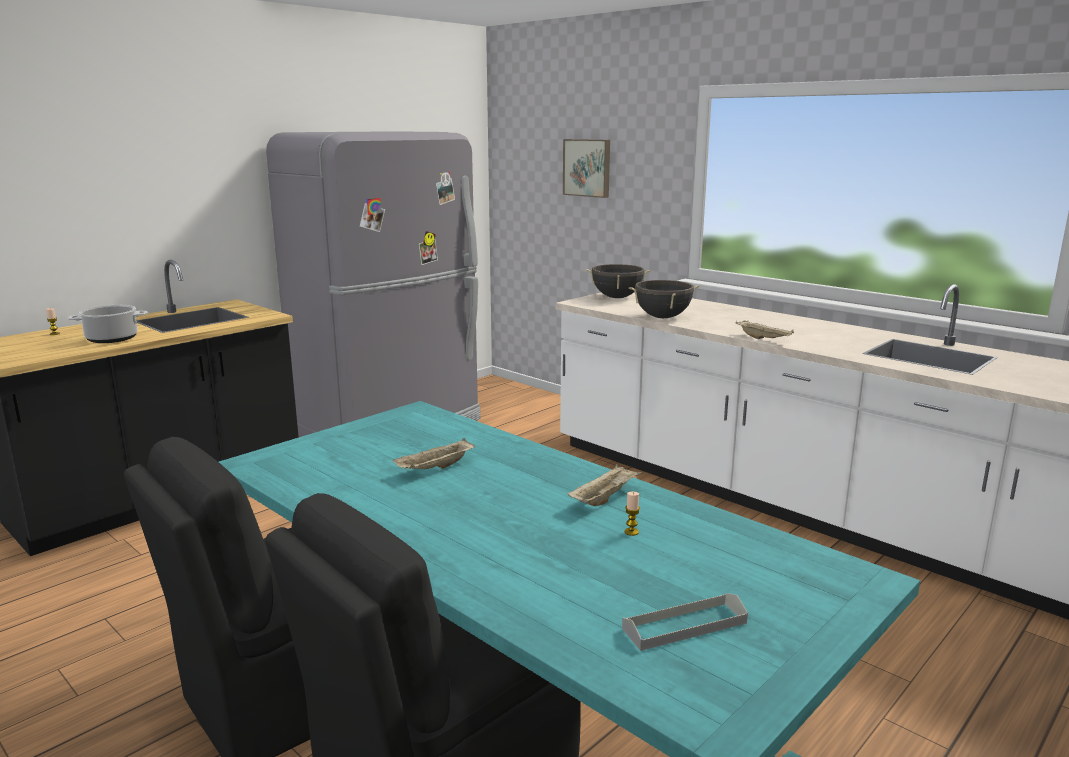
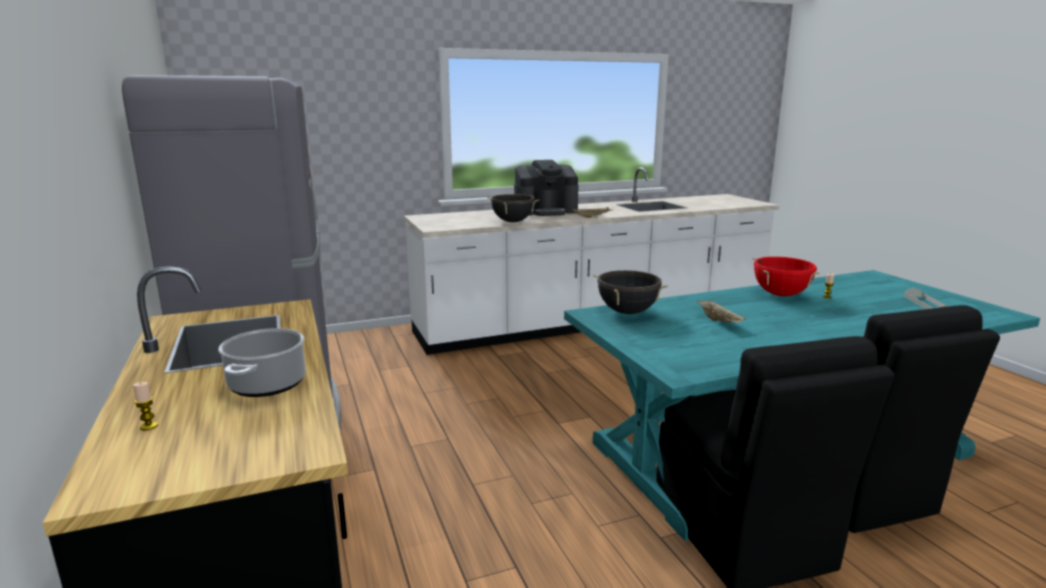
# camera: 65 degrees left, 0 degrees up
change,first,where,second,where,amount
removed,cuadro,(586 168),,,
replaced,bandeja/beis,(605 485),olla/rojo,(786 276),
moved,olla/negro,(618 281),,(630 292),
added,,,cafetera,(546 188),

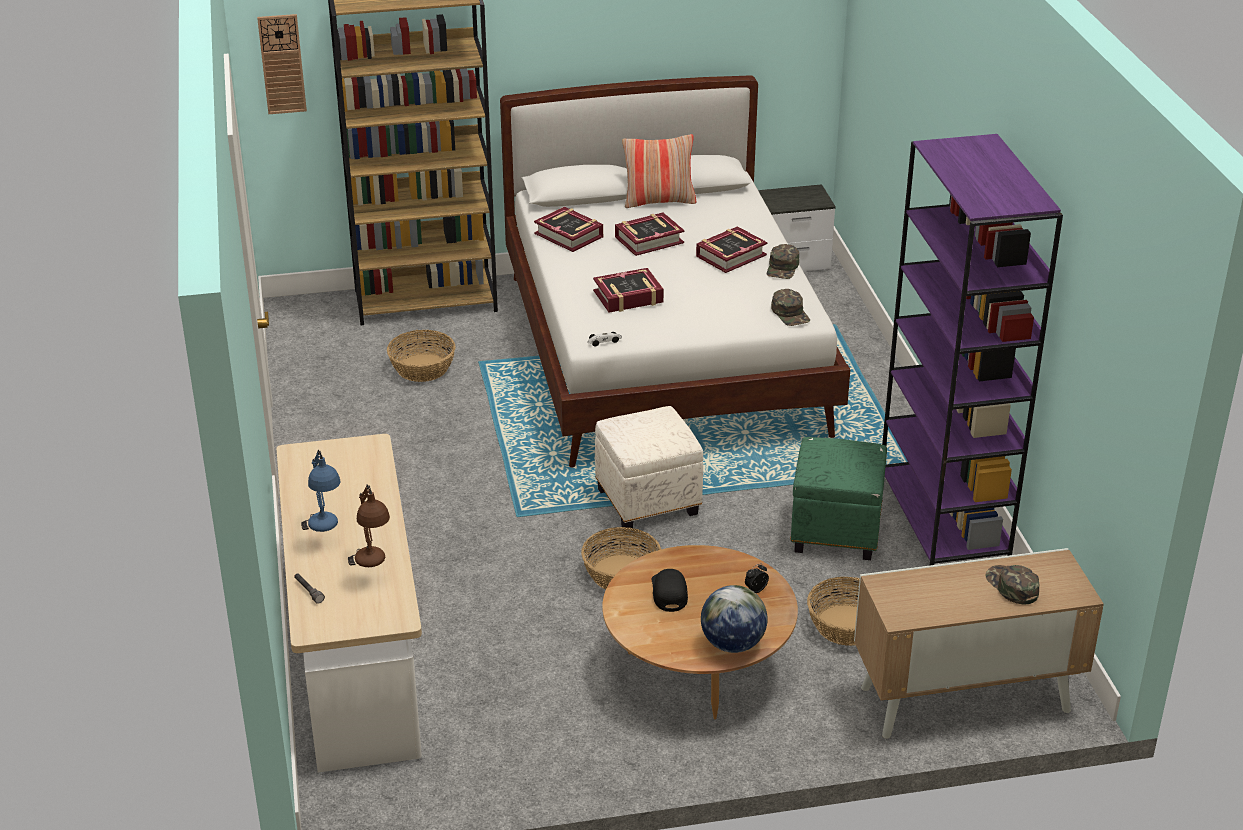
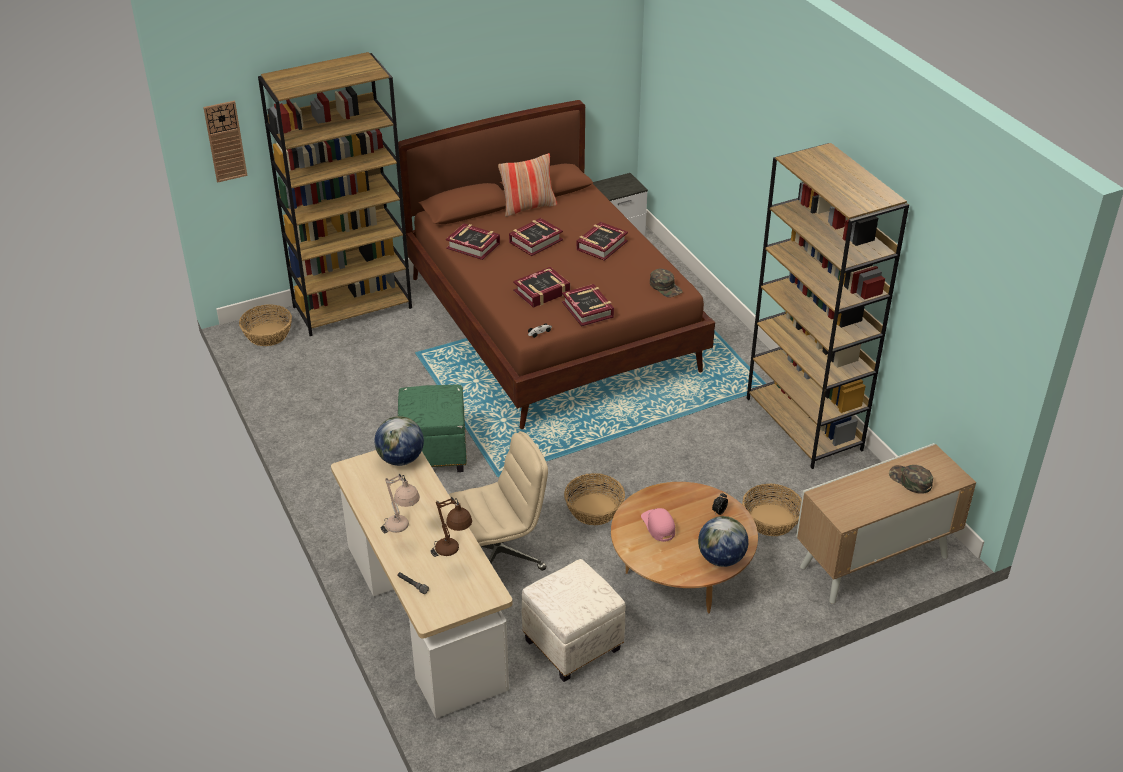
# camera: 15 degrees left, 5 degrees up
change,first,where,second,where,amount
recoloured,lámpara de mesa/azul,(320 491),lámpara de mesa/beis,(400 504),
moved,cesta,(421 356),,(265 325),
recoloured,cama/blanco,(675 271),cama/marrón,(556 264),
moved,puf/blanco,(649 468),,(574 620),
recoloured,gorra/negro,(670 590),gorra/rosa,(658 525),
removed,gorra/verde,(783 261),,,
moved,puf/verde,(838 498),,(432 428),
recoloured,estantería/morado,(972 350),estantería/marrón,(828 306),
added,,,globo terráqueo,(399 441),
added,,,silla de oficina/beis,(498 501),
added,,,libro,(588 305),

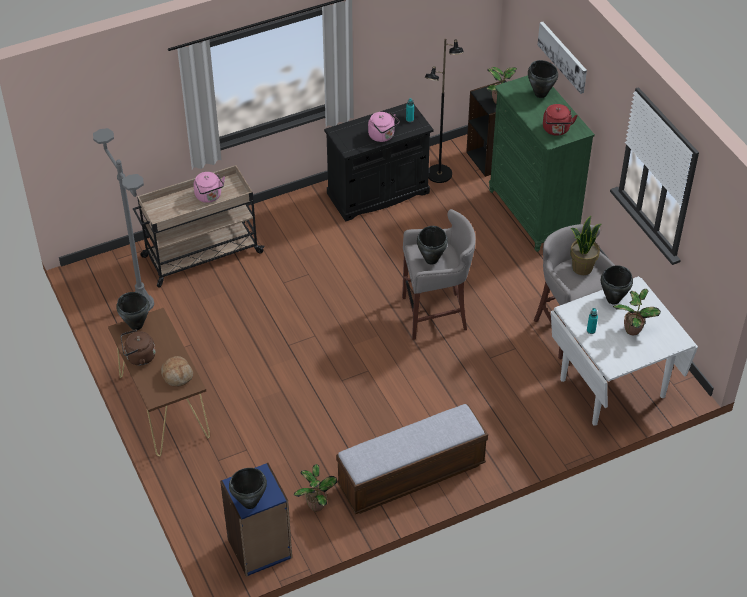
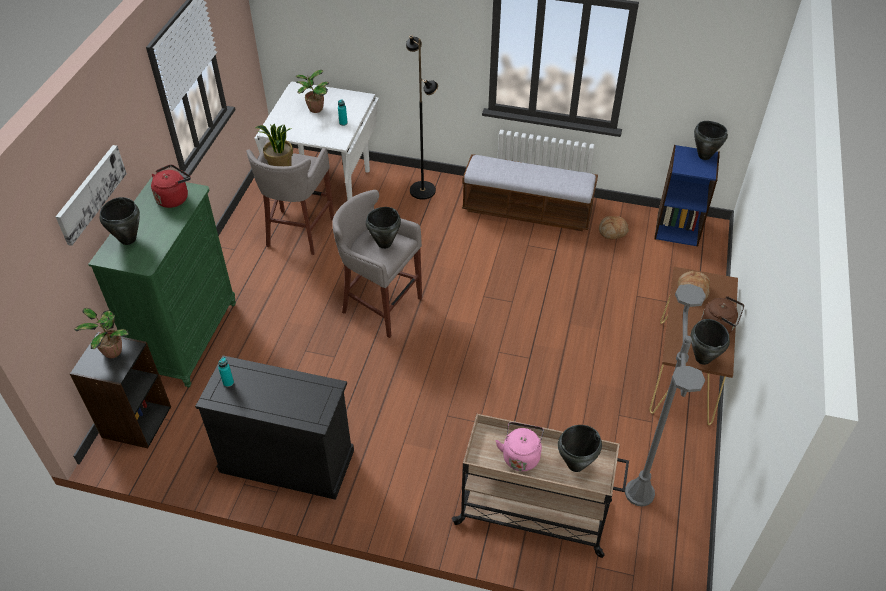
# camera: 140 degrees left, 0 degrees up
change,first,where,second,where,amount
replaced,planta en maceta,(315 487),pan,(614 228),
removed,hervidor/rosa,(384 127),,,
moved,lámpara de pie/negro,(444 111),,(422 117),
moved,olla/negro,(617 285),,(580 448),

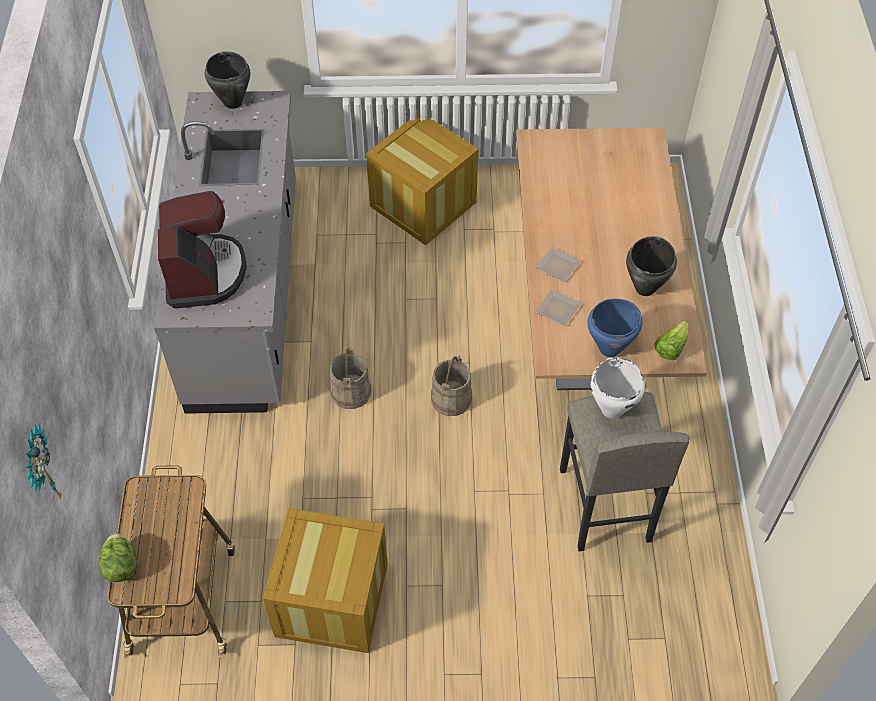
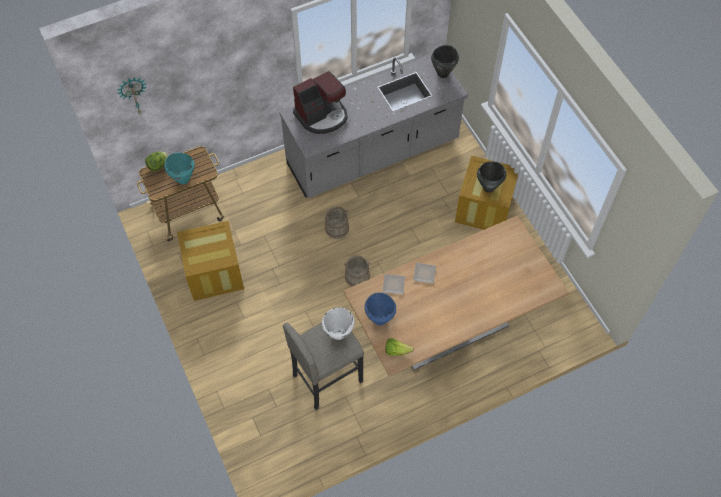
# camera: 65 degrees right, 5 degrees up
change,first,where,second,where,amount
moved,olla/negro,(651 266),,(491 177),
added,,,olla/turquesa,(179 169),

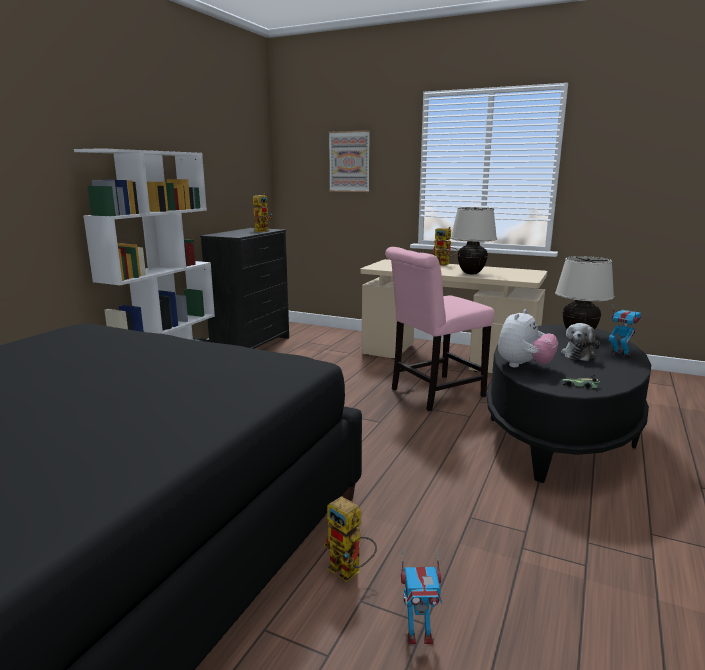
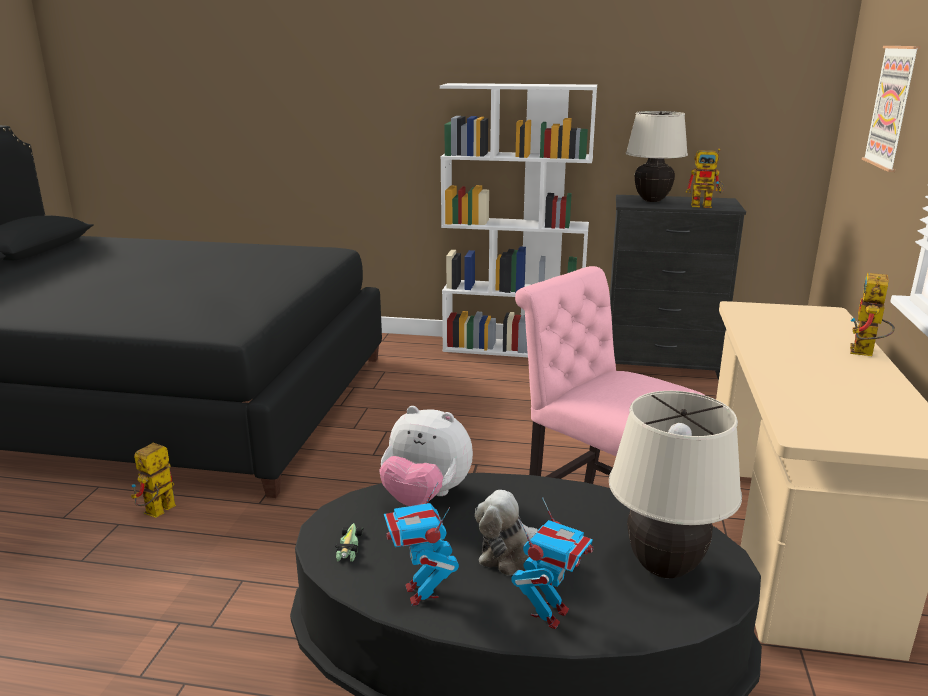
# camera: 75 degrees right, 5 degrees up
change,first,where,second,where,amount
moved,robot de juguete,(421 596),,(421 544),
moved,lámpara de mesa/beis,(474 240),,(657 156),

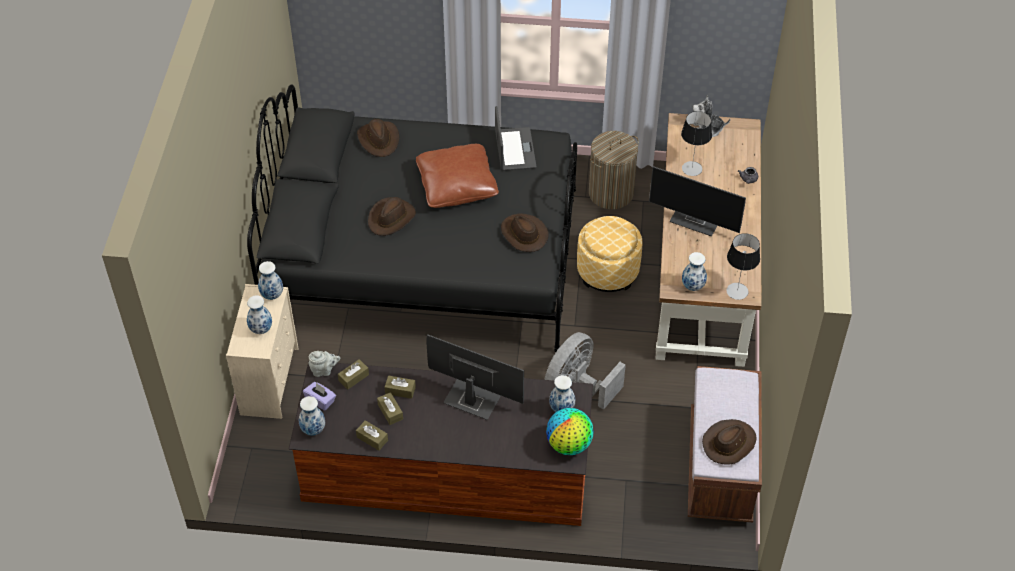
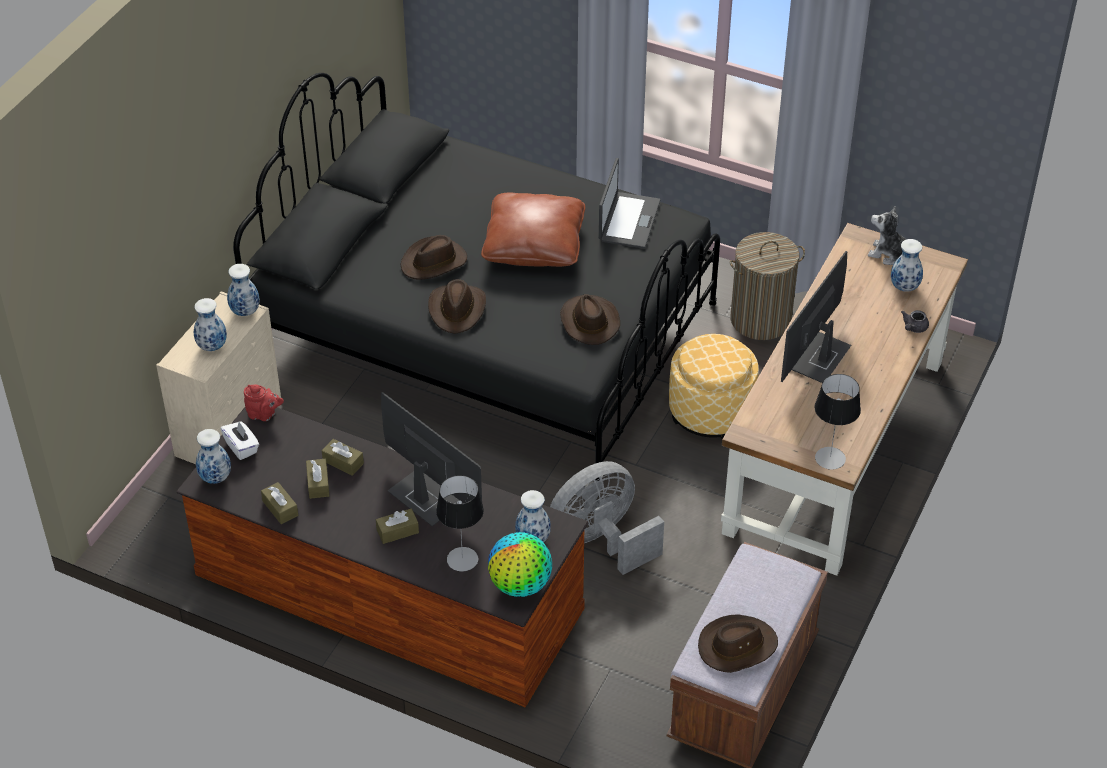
# camera: 20 degrees right, 5 degrees down
change,first,where,second,where,amount
recoloured,caja de pañuelos/morado,(319 396),caja de pañuelos/blanco,(240 440),
recoloured,tetera/gris,(325 364),tetera/rojo,(264 402),
moved,caja de pañuelos/marrón,(353 374),,(397 526),
moved,sombrero/marrón,(378 138),,(457 306),
turned,monitor,(697 201),,(816 317),75 degrees clockwise
moved,lámpara de mesa,(696 143),,(460 523),
moved,florero,(694 271),,(907 265),

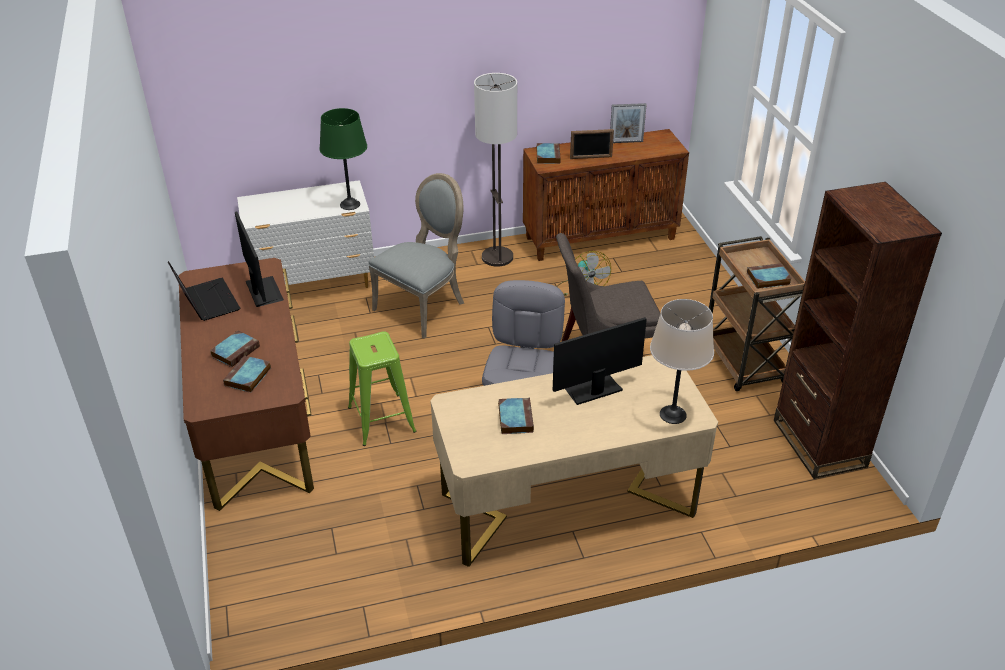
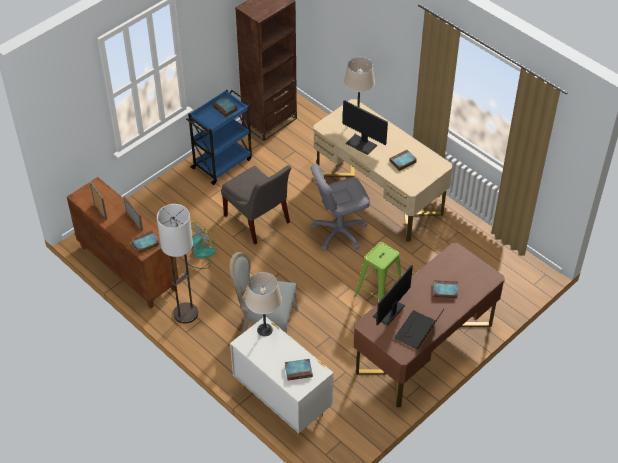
# camera: 120 degrees left, 10 degrees up
change,first,where,second,where,amount
moved,libro,(247 374),,(299 370),
recoloured,lámpara de mesa/verde,(343 159),lámpara de mesa/beis,(263 304),
recoloured,carrito/marrón,(757 313),carrito/azul,(219 137),

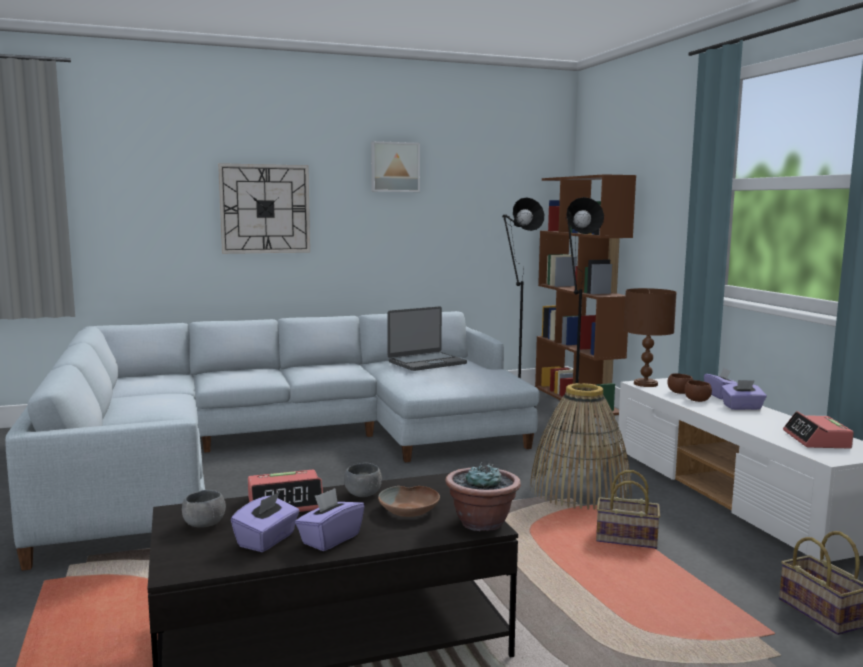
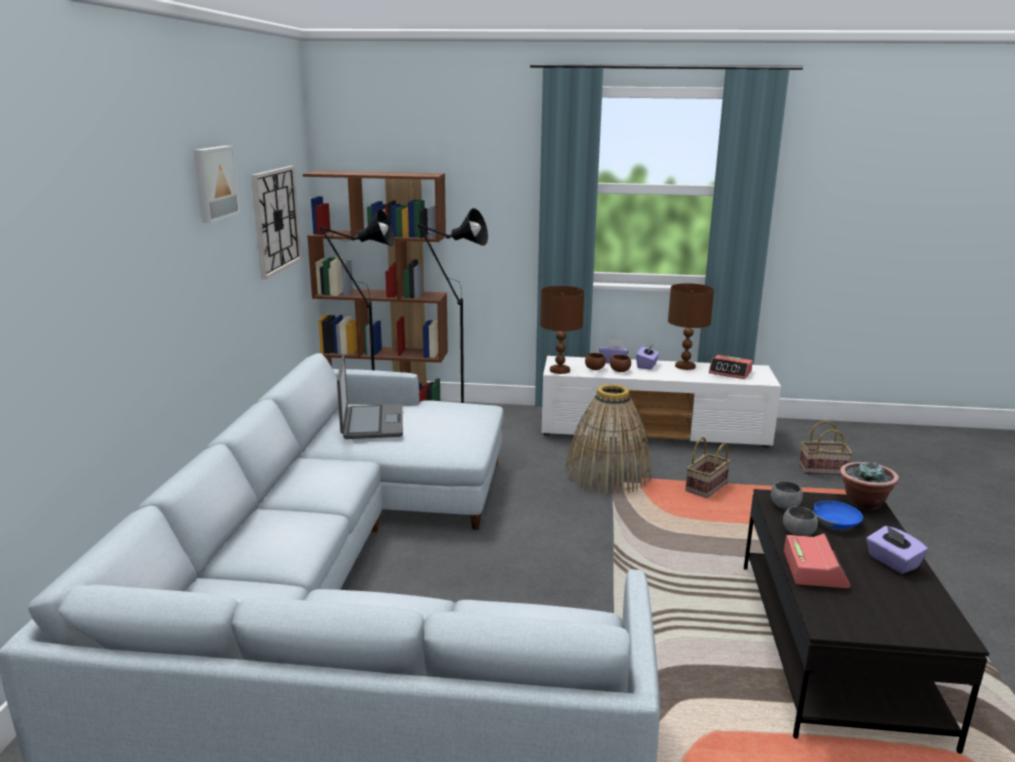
# camera: 65 degrees left, 10 degrees up
change,first,where,second,where,amount
moved,cuenco/gris,(204 509),,(787 495),
moved,reloj de pared,(264 208),,(276 222),
removed,caja de pañuelos/morado,(265 522),,,
recoloured,cuenco/marrón,(409 501),cuenco/azul,(838 515),
added,,,lámpara de mesa/marrón,(691 326),

